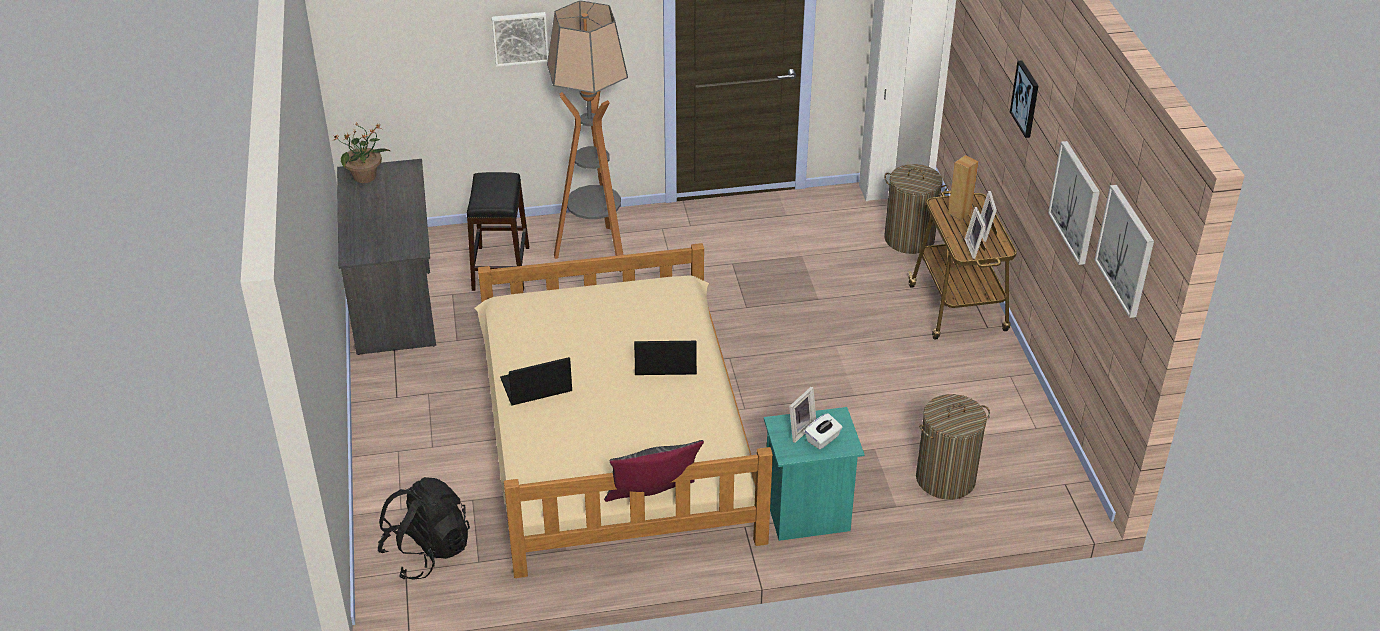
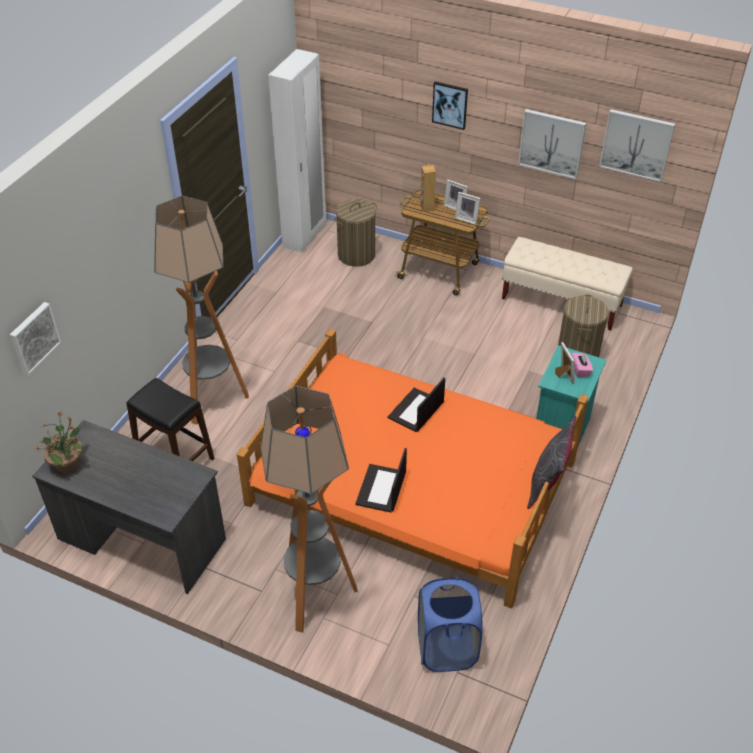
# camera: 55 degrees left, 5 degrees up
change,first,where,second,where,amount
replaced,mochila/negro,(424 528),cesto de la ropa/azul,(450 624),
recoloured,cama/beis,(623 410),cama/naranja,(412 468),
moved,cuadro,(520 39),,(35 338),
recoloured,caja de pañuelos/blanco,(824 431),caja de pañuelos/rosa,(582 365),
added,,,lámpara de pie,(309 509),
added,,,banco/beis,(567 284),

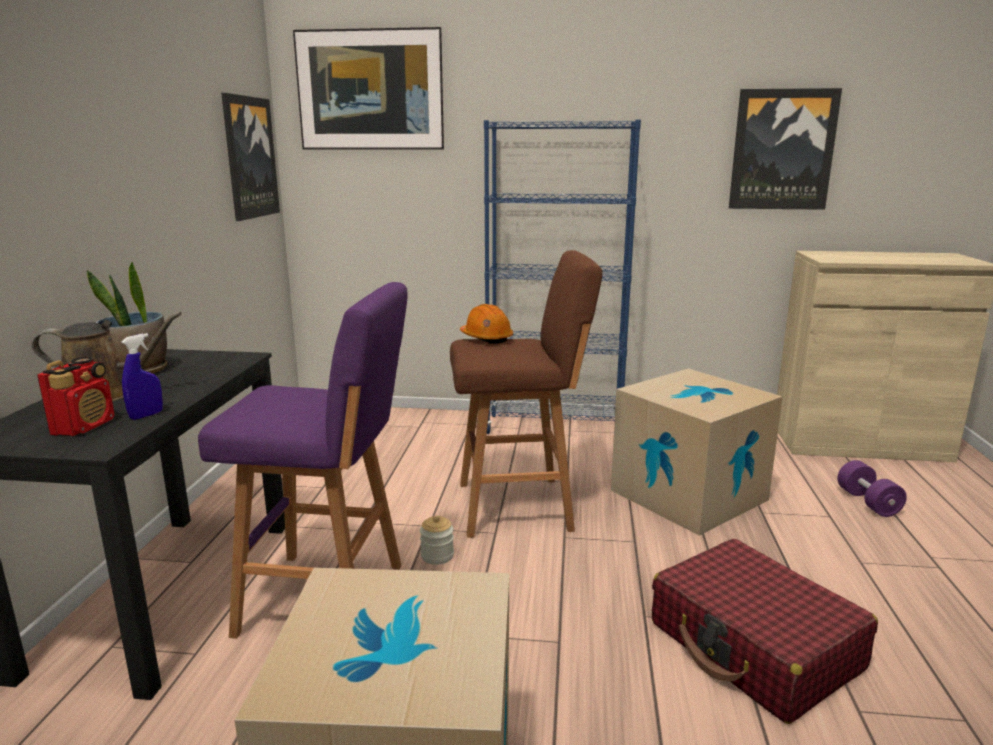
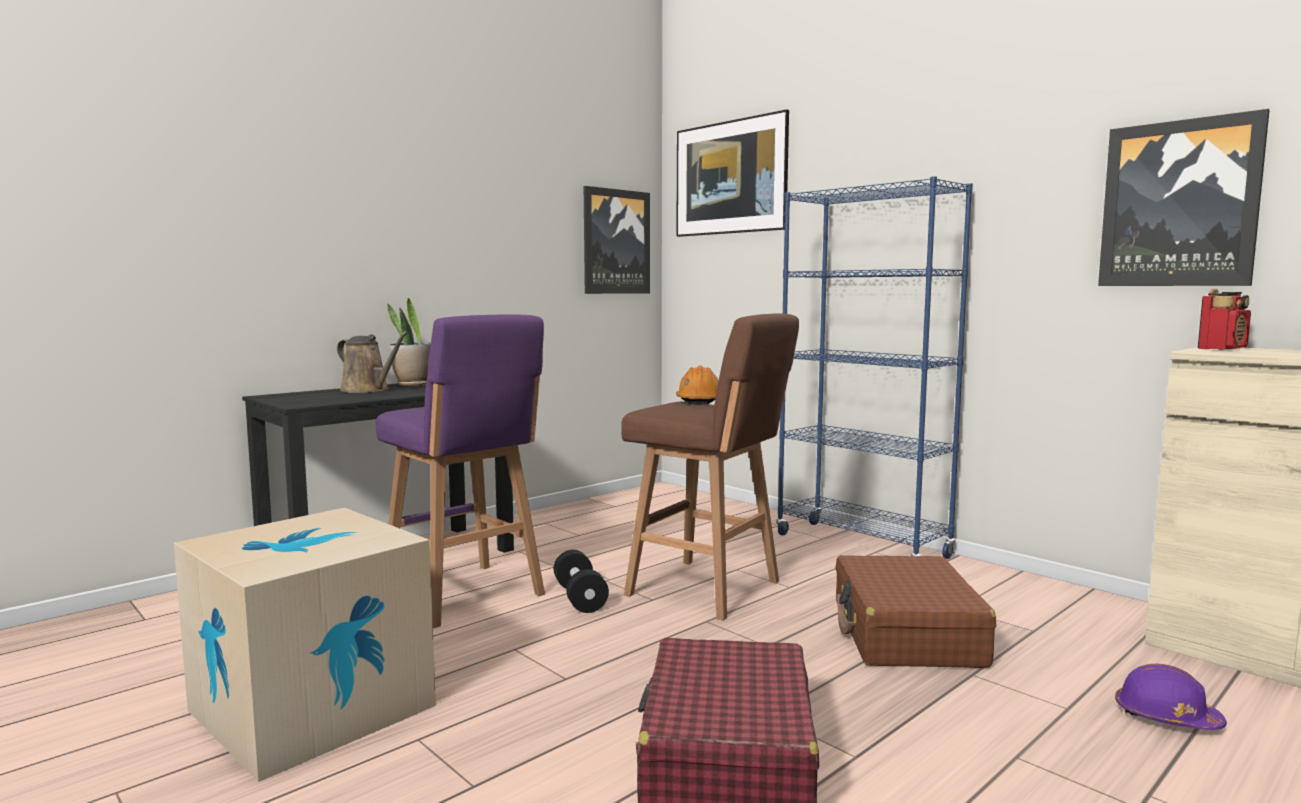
# camera: 40 degrees right, 10 degrees down
change,first,where,second,where,amount
moved,radio,(76 396),,(1224 319),
removed,pulverizador/azul,(142 376),,,
replaced,tarro,(437 540),mancuerna/negro,(581 581),
replaced,caja de cartón,(697 452),maleta/marrón,(916 611),
replaced,mancuerna/morado,(872 488),casco/morado,(1171 697),

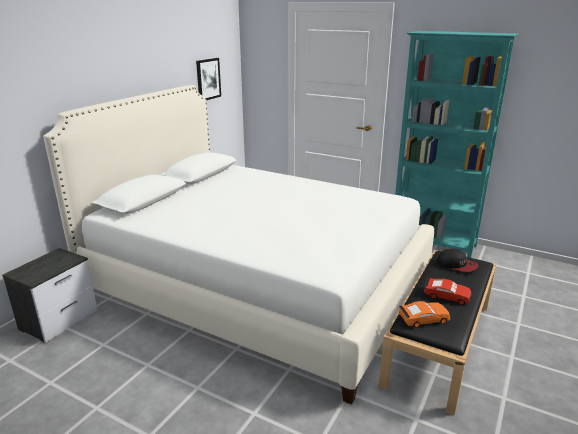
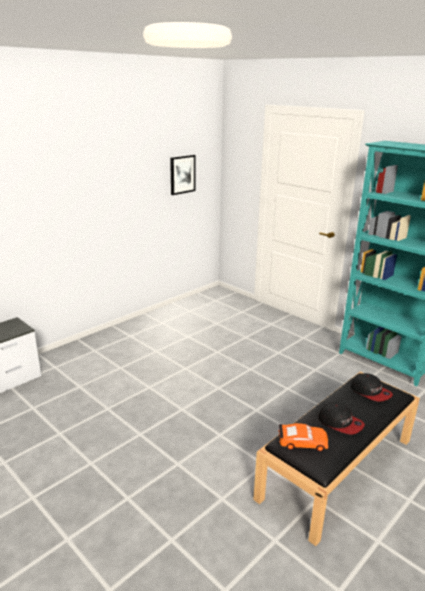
# camera: 15 degrees right, 0 degrees up
change,first,where,second,where,amount
removed,cama/blanco,(238 245),,,
replaced,coche de juguete/rojo,(448 291),gorra,(342 418),

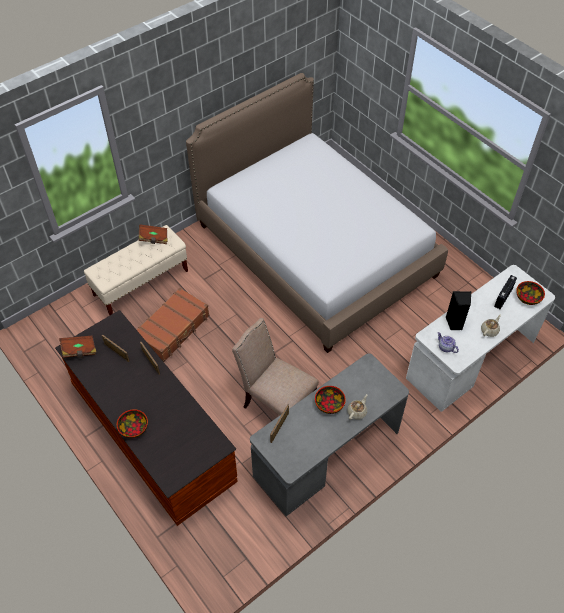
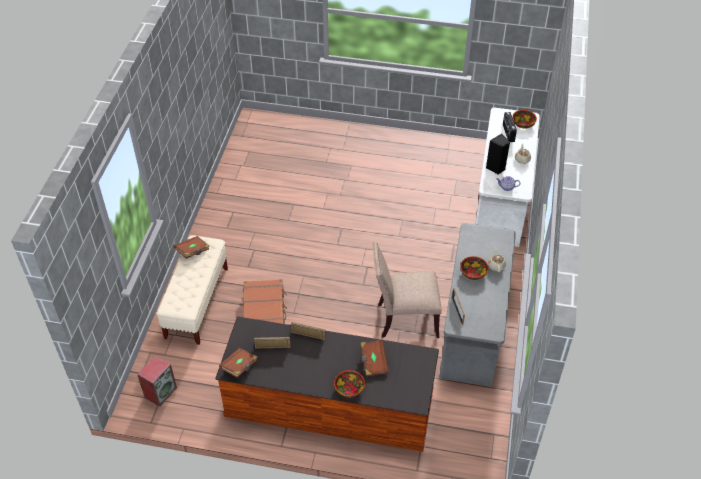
# camera: 40 degrees left, 5 degrees down
change,first,where,second,where,amount
removed,cama,(317 213),,,
added,,,altavoz,(157 381),
added,,,libro/marrón,(375 358),

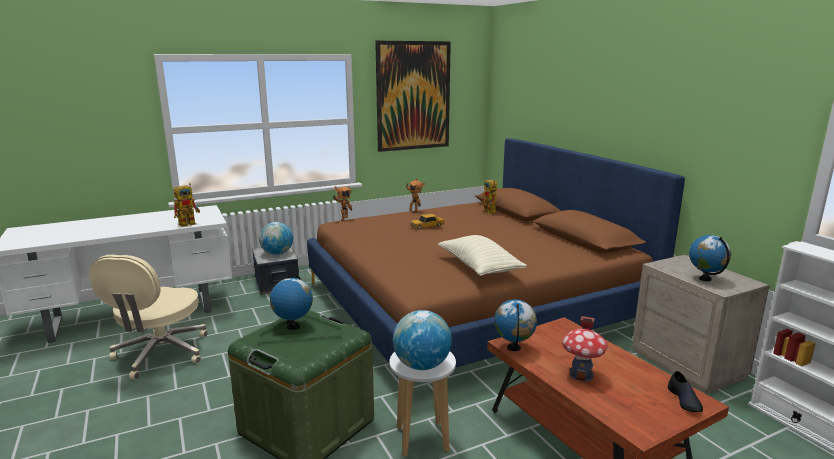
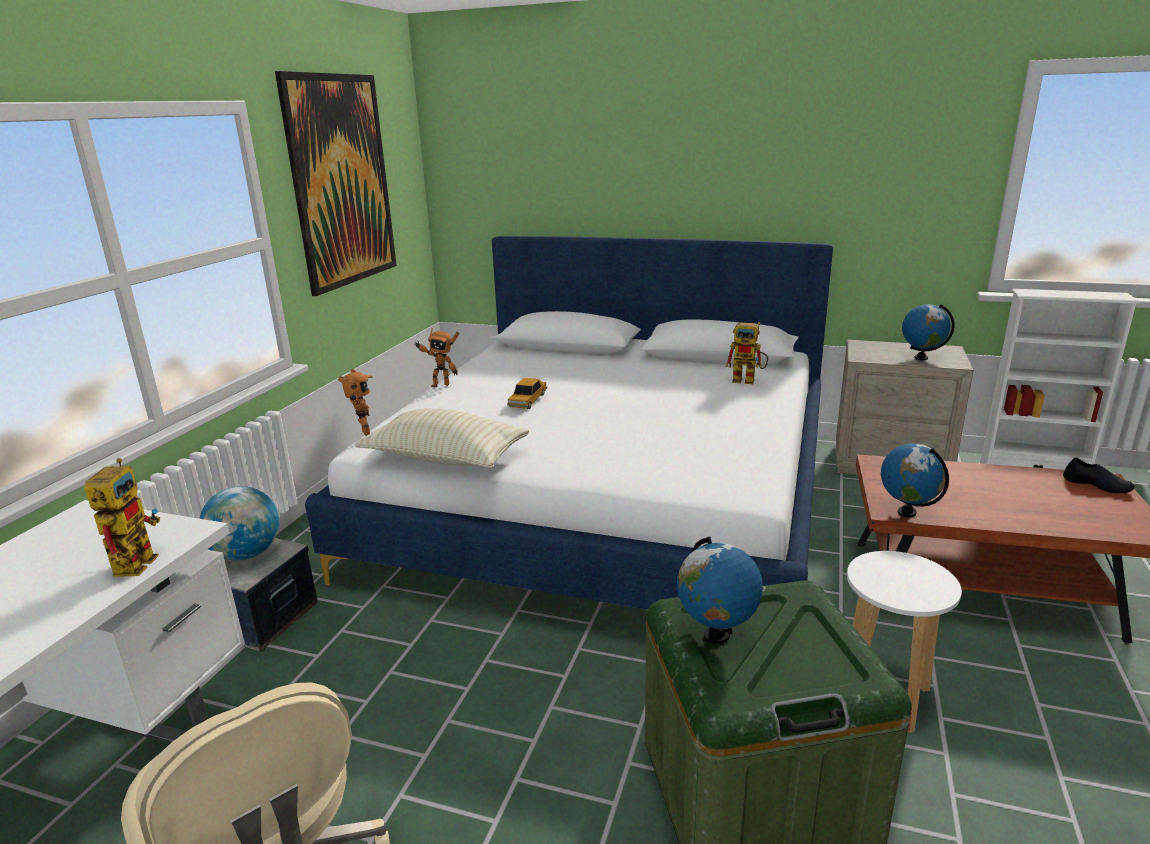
# camera: 45 degrees left, 5 degrees up
change,first,where,second,where,amount
recoloured,cama/marrón,(496 253),cama/blanco,(569 423),
removed,globo terráqueo,(422 340),,,
moved,cojín/beis,(482 255),,(442 438),
moved,robot de juguete,(492 197),,(746 353),
removed,casita,(585 349),,,

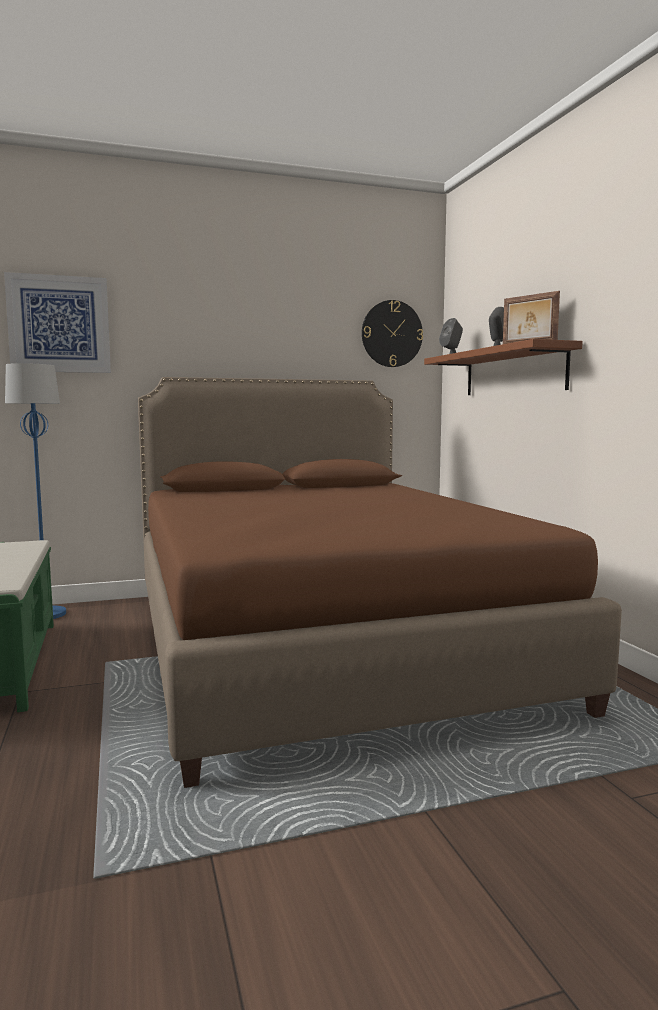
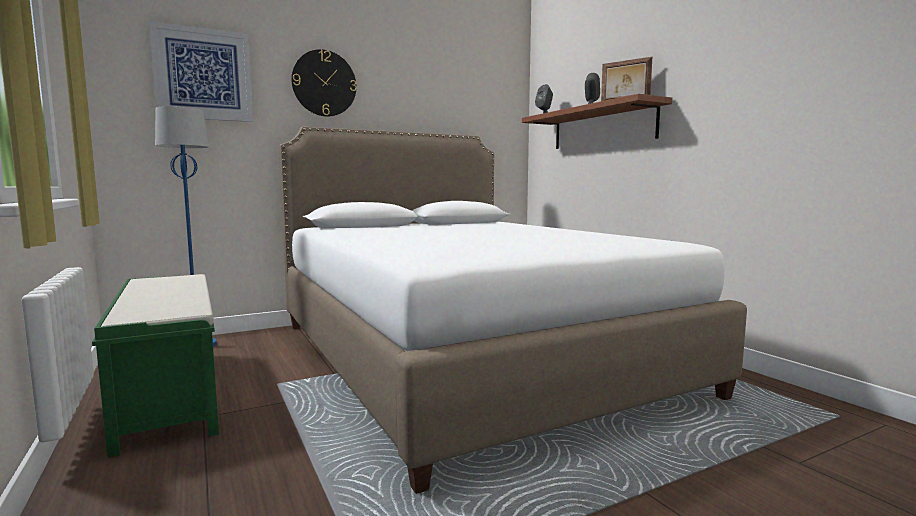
# camera: 10 degrees left, 0 degrees up
change,first,where,second,where,amount
recoloured,cama/marrón,(380 582),cama/blanco,(513 310),
moved,reloj de pared,(392 333),,(324 83),

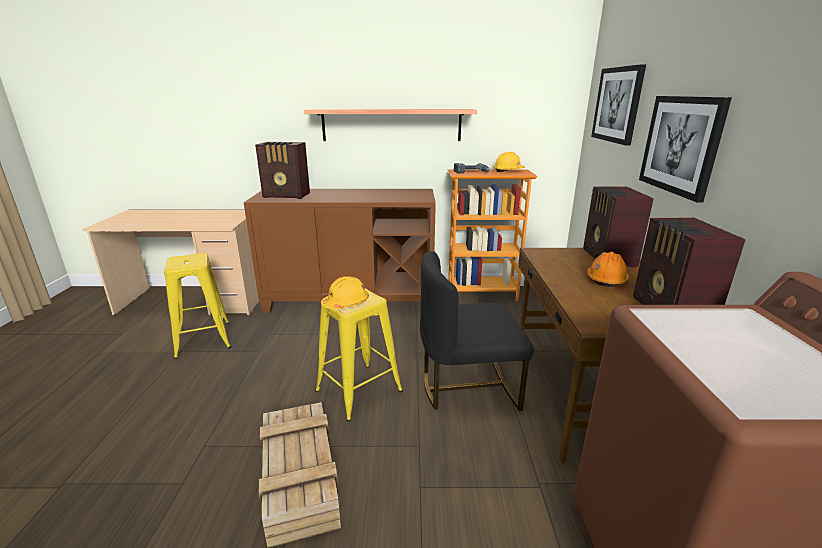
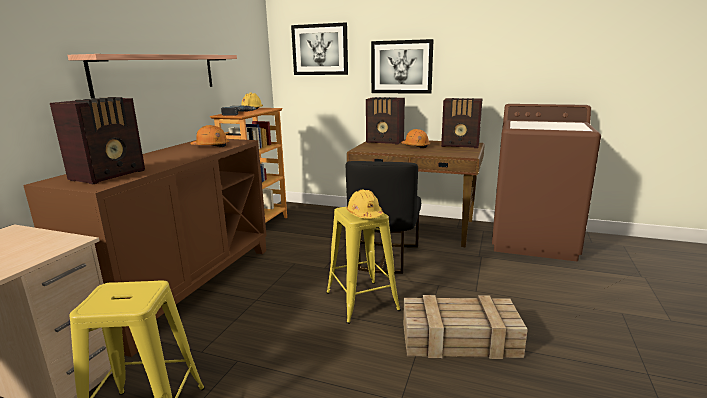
# camera: 70 degrees left, 5 degrees down
change,first,where,second,where,amount
added,,,casco/naranja,(209 136),

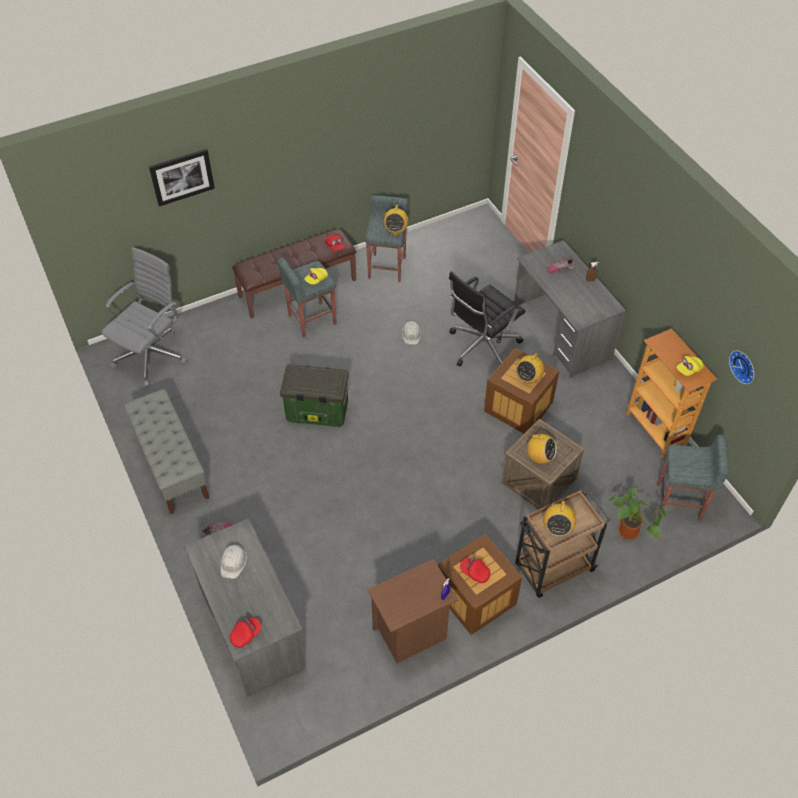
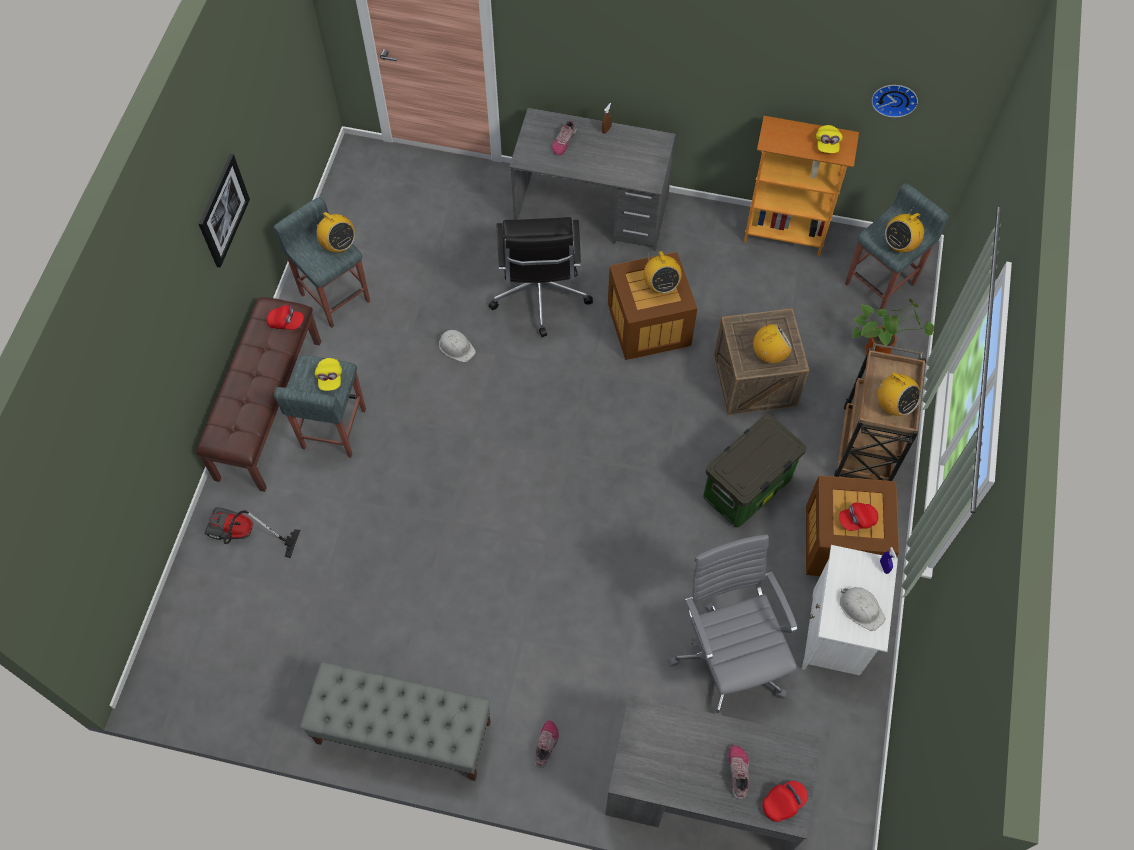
# camera: 50 degrees left, 10 degrees up
change,first,where,second,where,amount
moved,silla de oficina/gris,(144 317),,(732 624),
moved,cuadro,(182 178),,(224 211),
moved,casco/blanco,(234 561),,(862 609),
turned,gorra/rojo,(245 633),,(785 801),60 degrees clockwise
moved,caja de almacenaje,(314 395),,(754 470),
recoloured,mesita de noche/marrón,(413 611),mesita de noche/blanco,(850 610),
added,,,aspiradora,(252 532),
added,,,zapato,(738 772),
added,,,radio,(904 230),

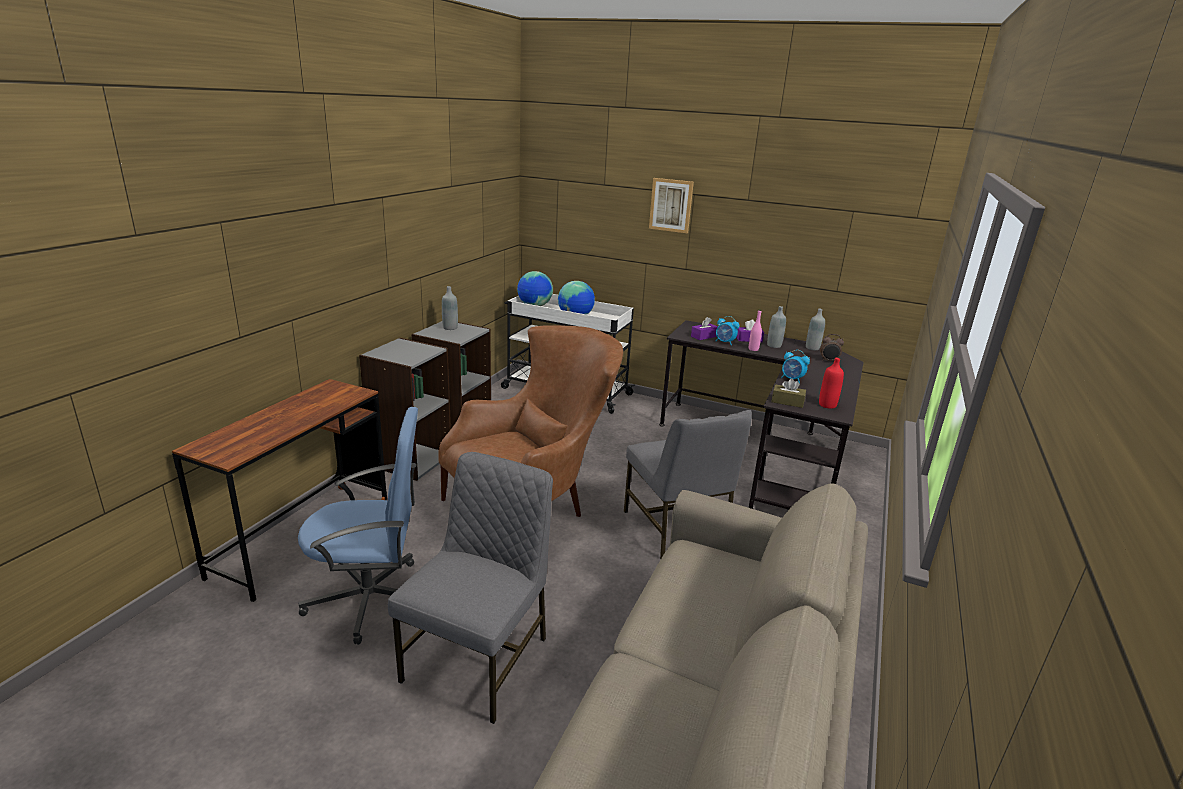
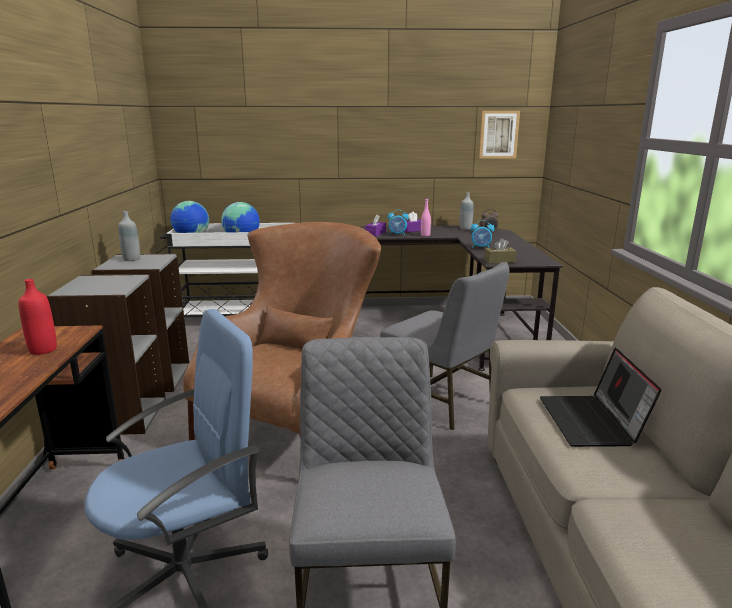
# camera: 25 degrees left, 5 degrees down
change,first,where,second,where,amount
moved,cuadro,(671 205),,(499 135),
removed,botella/gris,(776 327),,,
moved,botella/rojo,(831 383),,(38 317),
added,,,portátil,(600 397),

